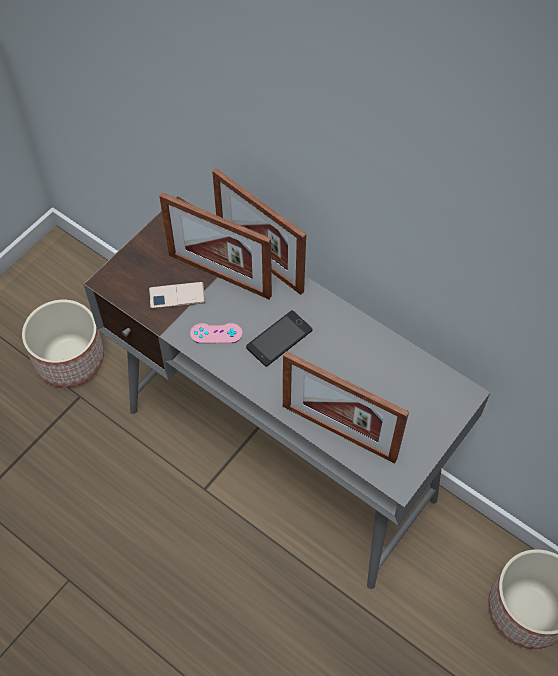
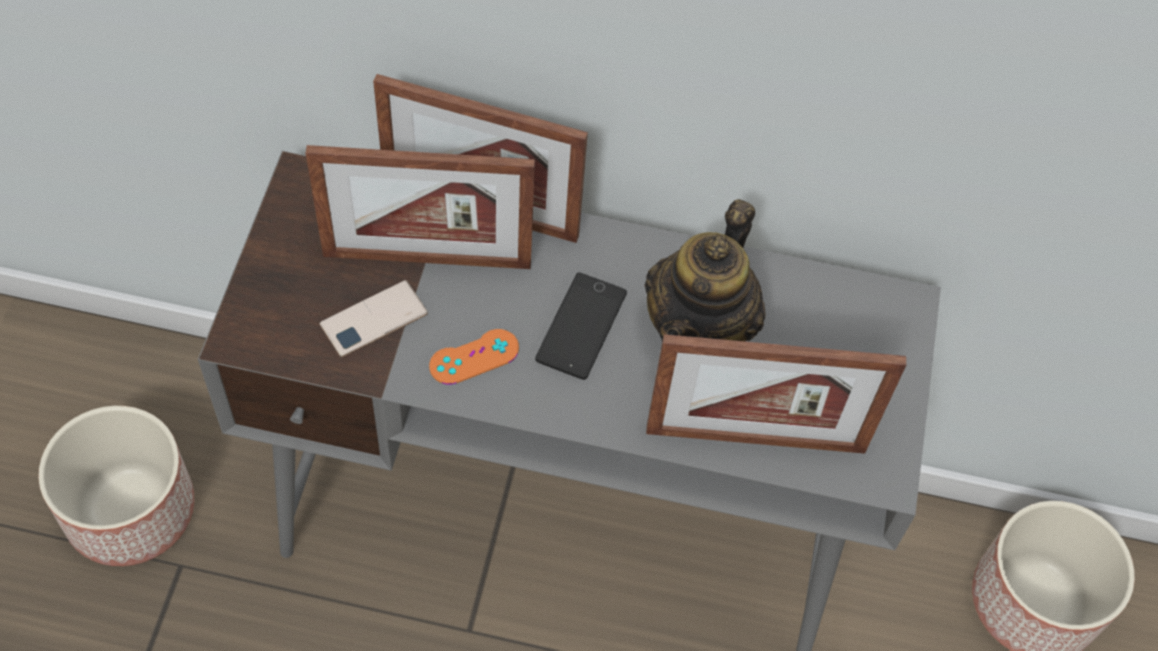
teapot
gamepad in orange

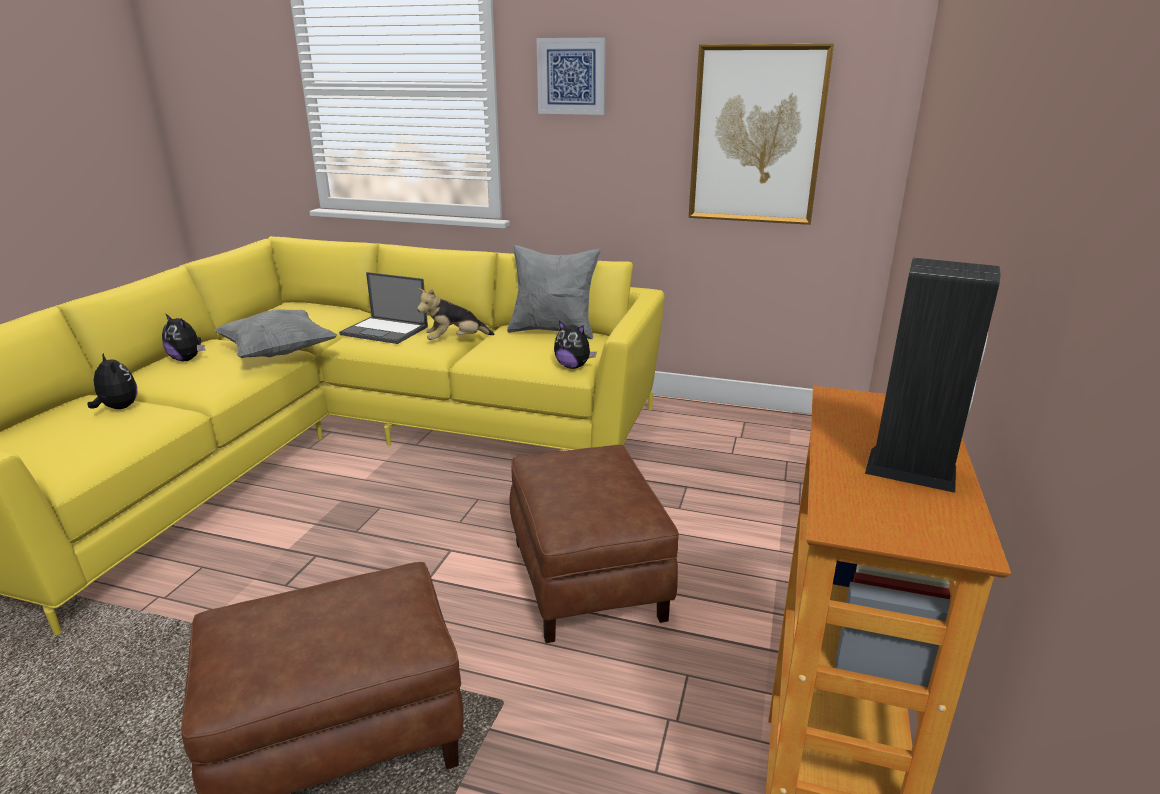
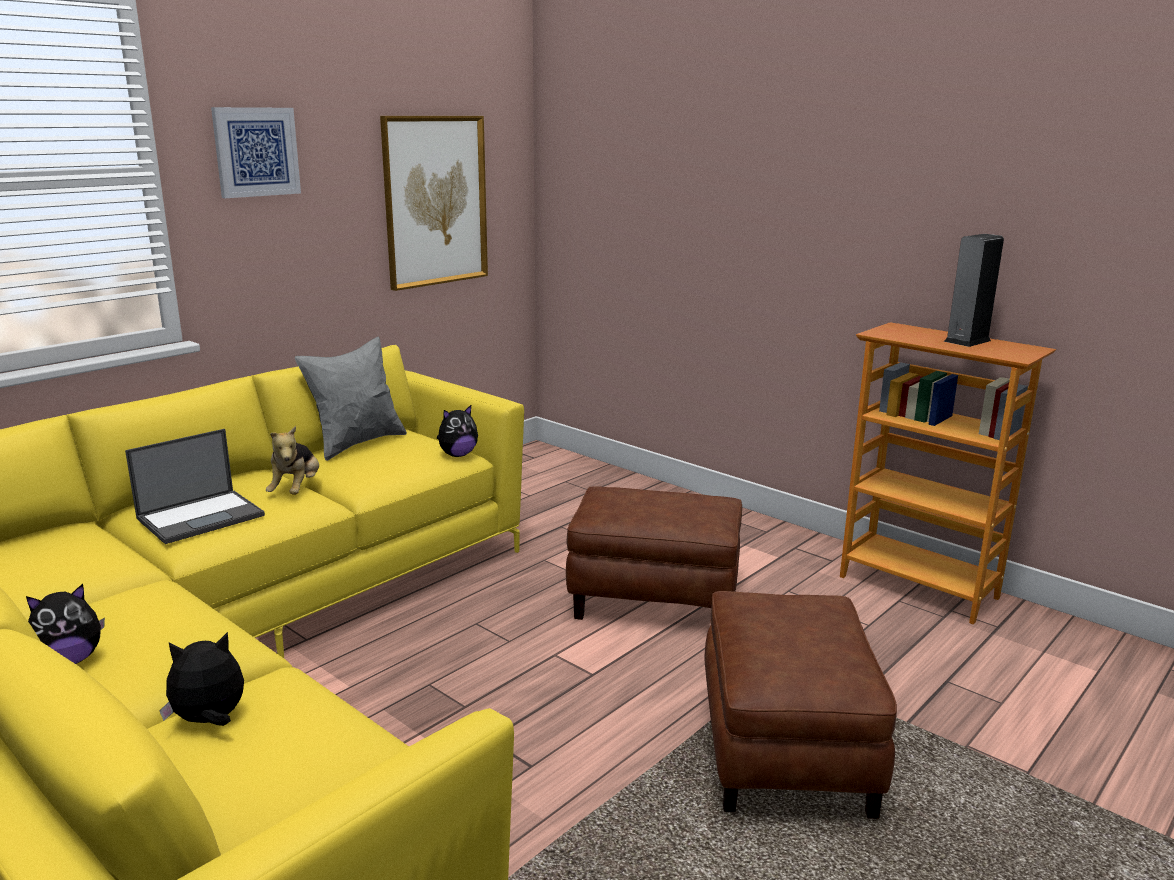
pillow in greyish (no. 1 from left in the first image)

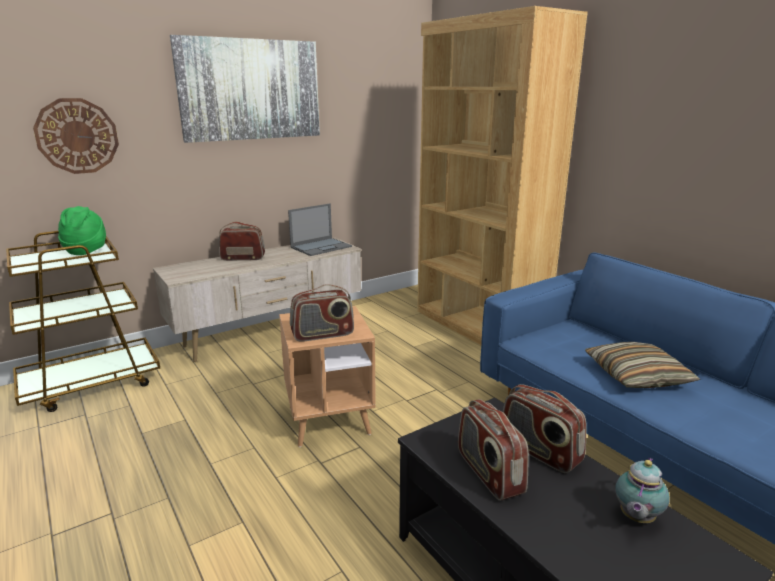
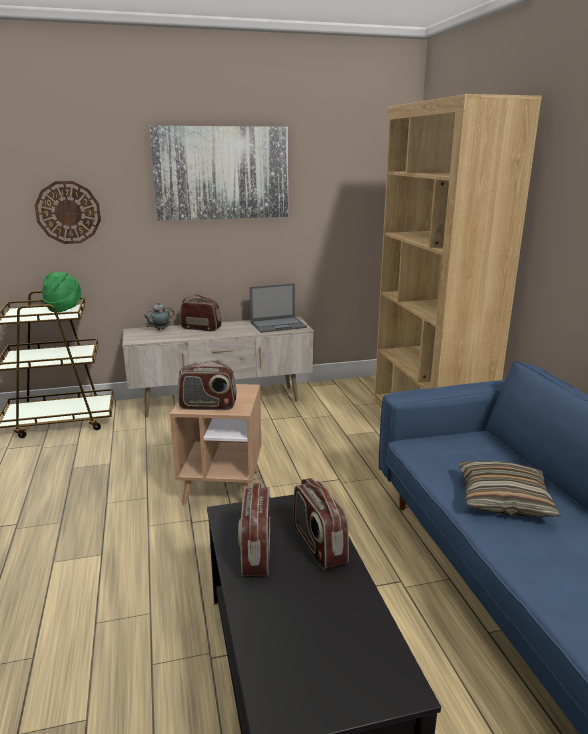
teapot

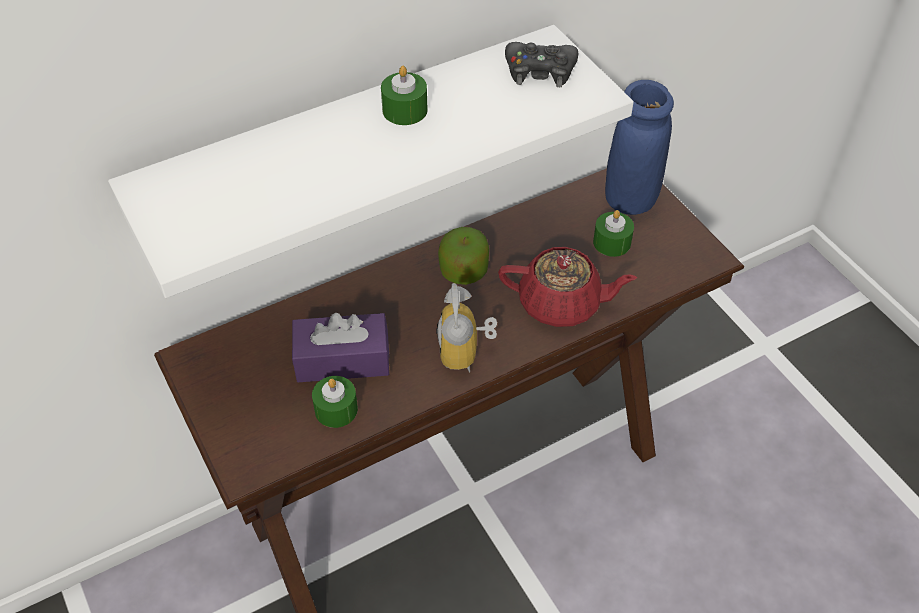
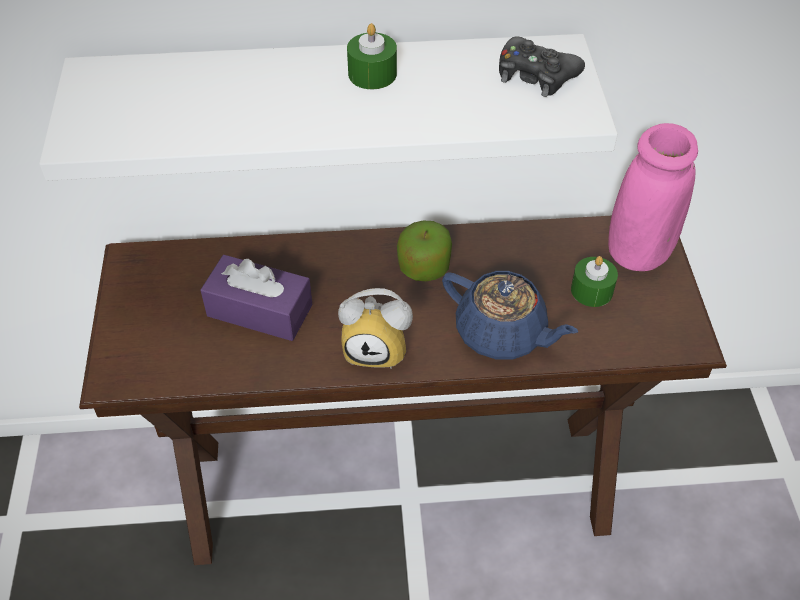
wax candle in greenish (no. 1 from left in the first image)
teapot in blue
vase in pinkish
alarm clock

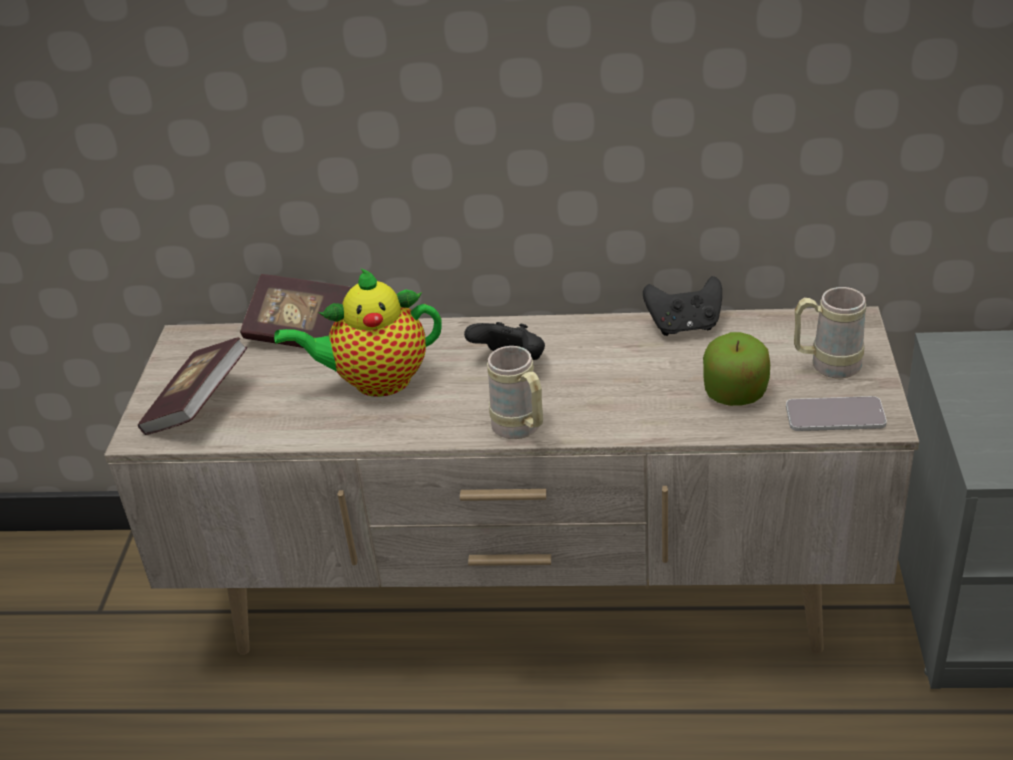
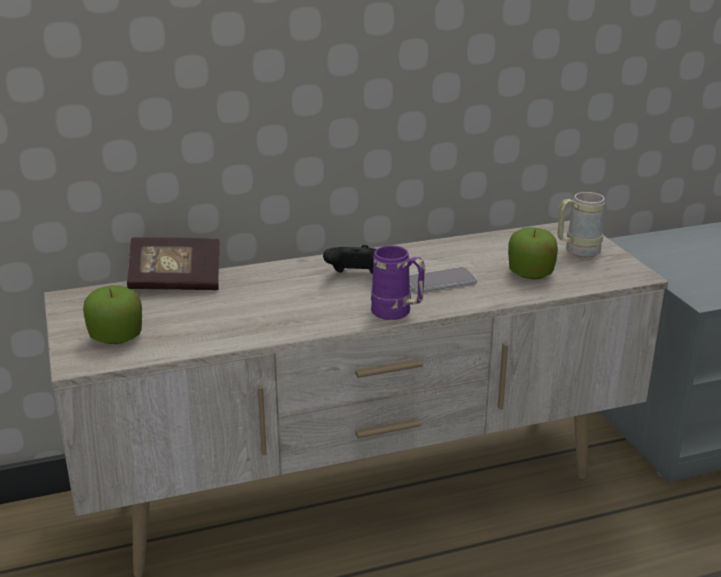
teapot
gamepad in black (no. 2 from left in the first image)
phone
apple (no. 1 from left)
mug in purple-coloured

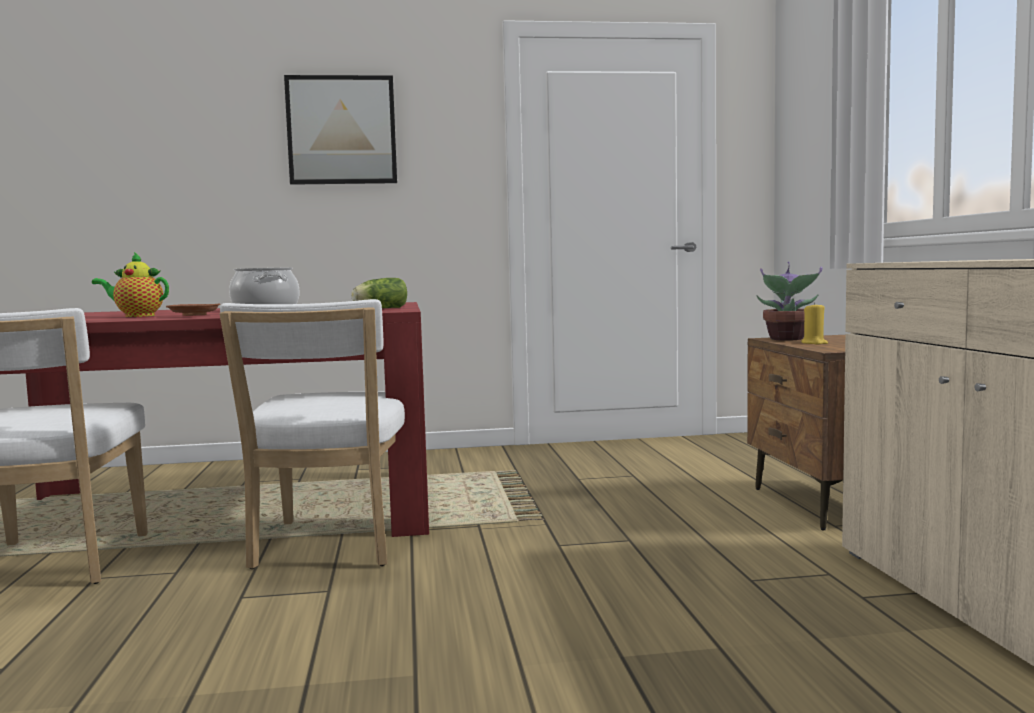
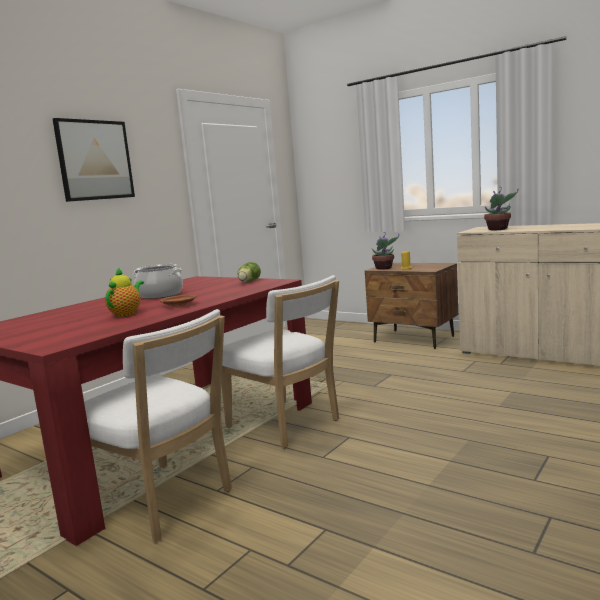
houseplant (no. 2 from left)
teapot

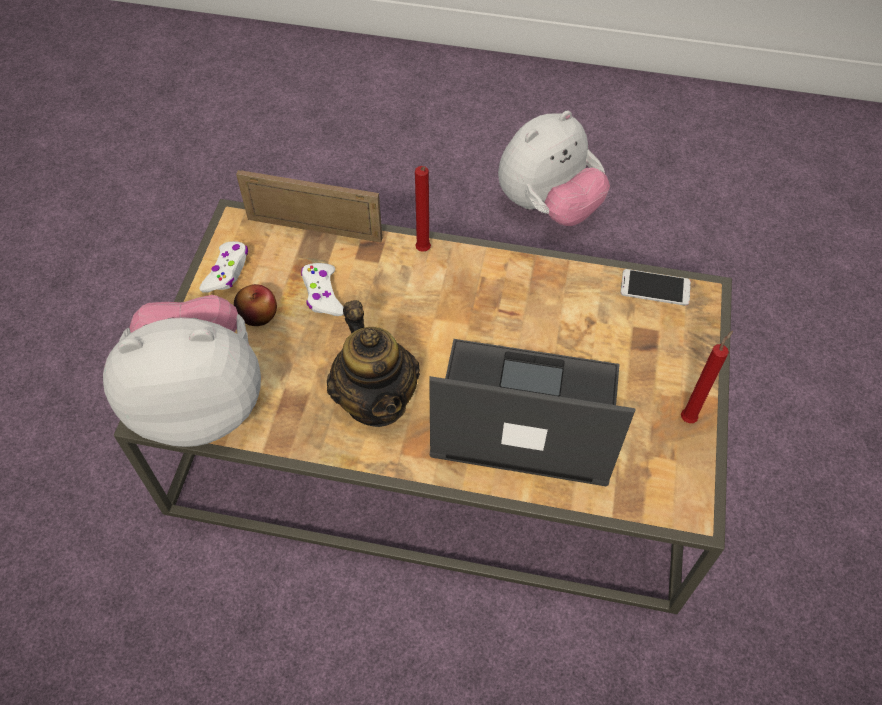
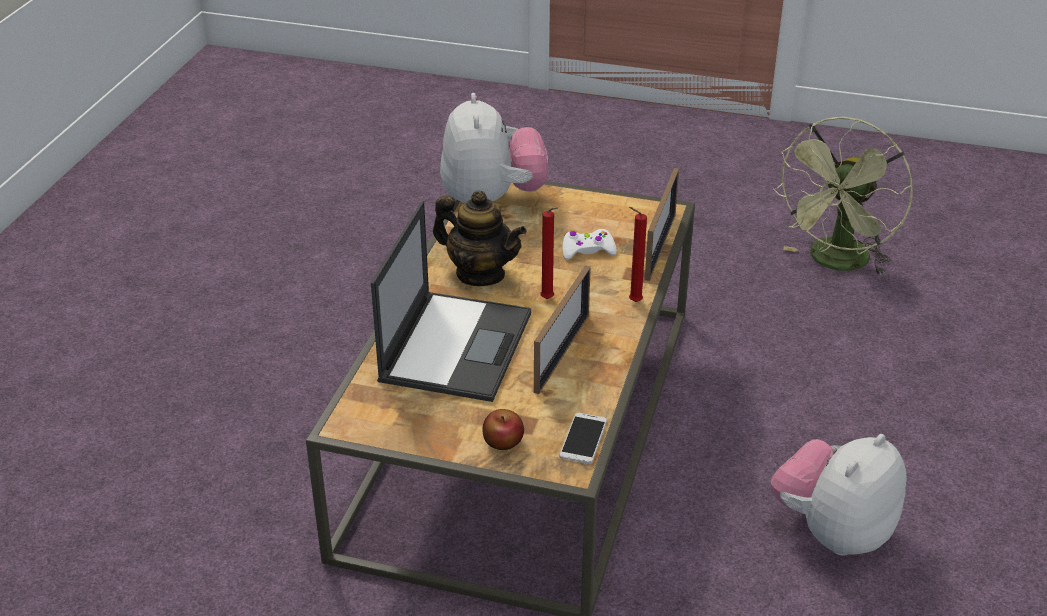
gamepad in white-coloured (no. 1 from left in the first image)
standing frame (no. 1 from left)
cooling fan in greenish
apple
wax candle in red (no. 1 from left)
teapot
plush toy (no. 2 from left)

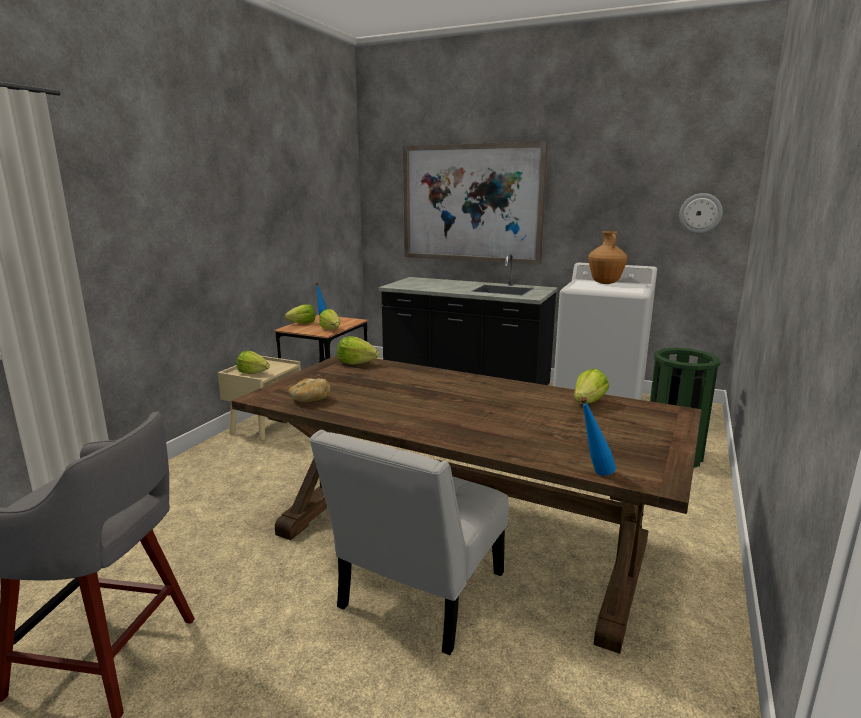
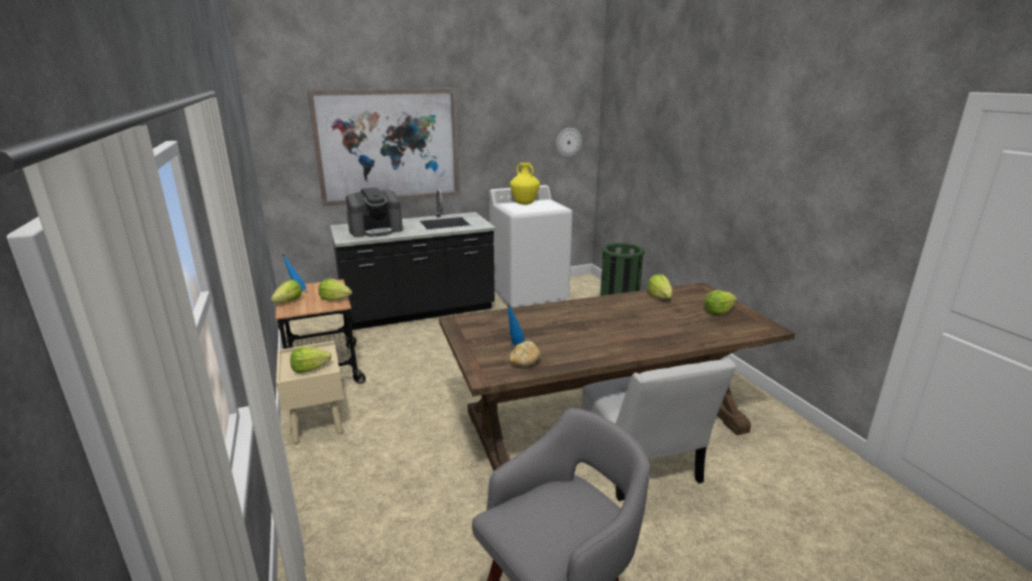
coffee brewer
lettuce head (no. 5 from left)
drink bottle in blue (no. 2 from left)
vase in yellowish

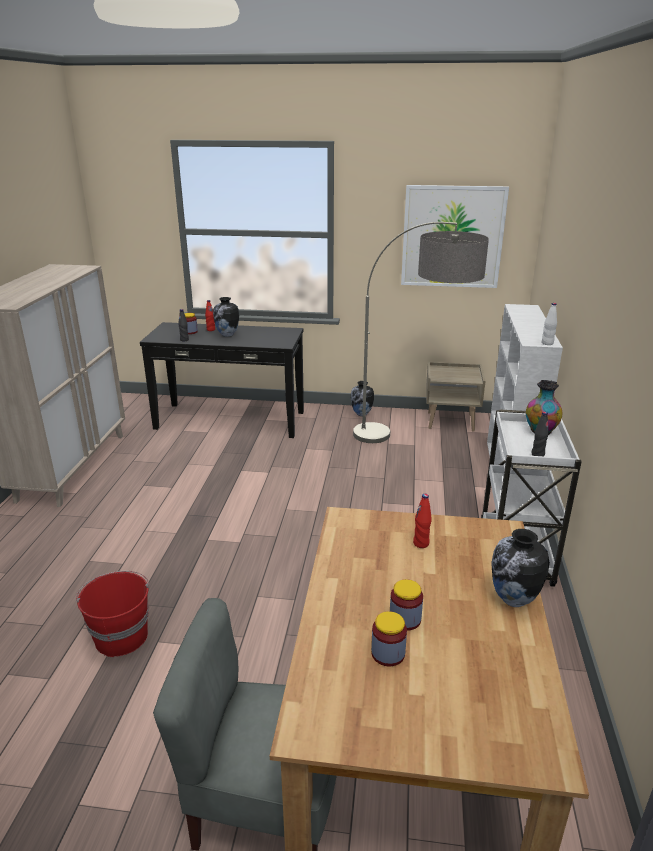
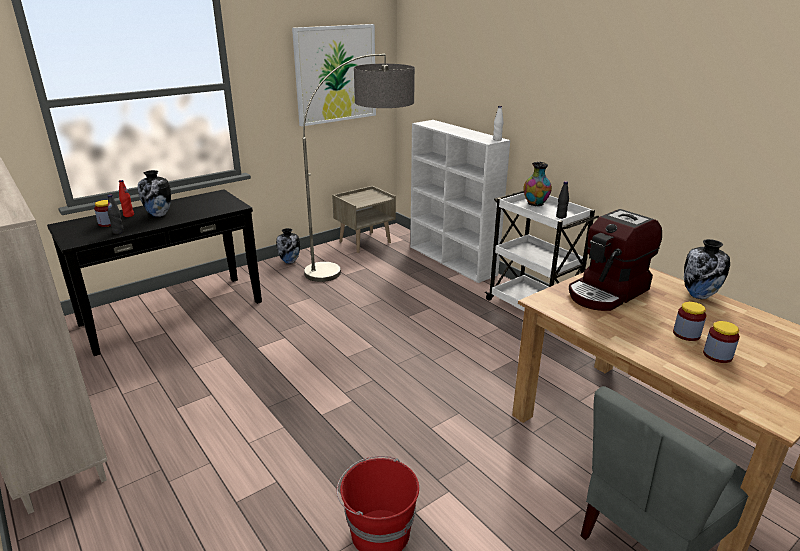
coffee brewer

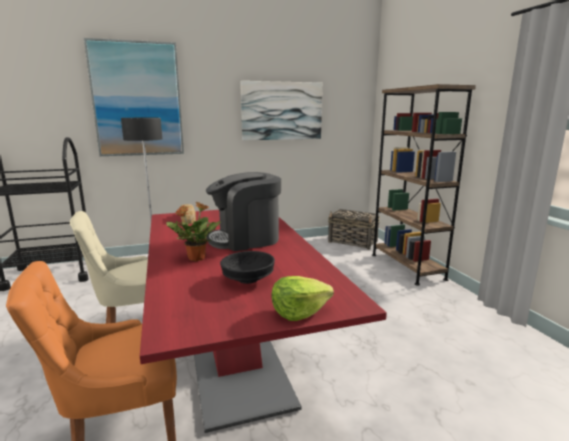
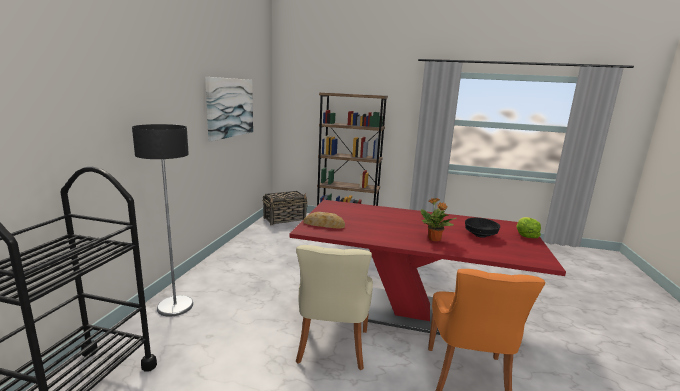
wall art (no. 1 from left in the first image)
coffee brewer

